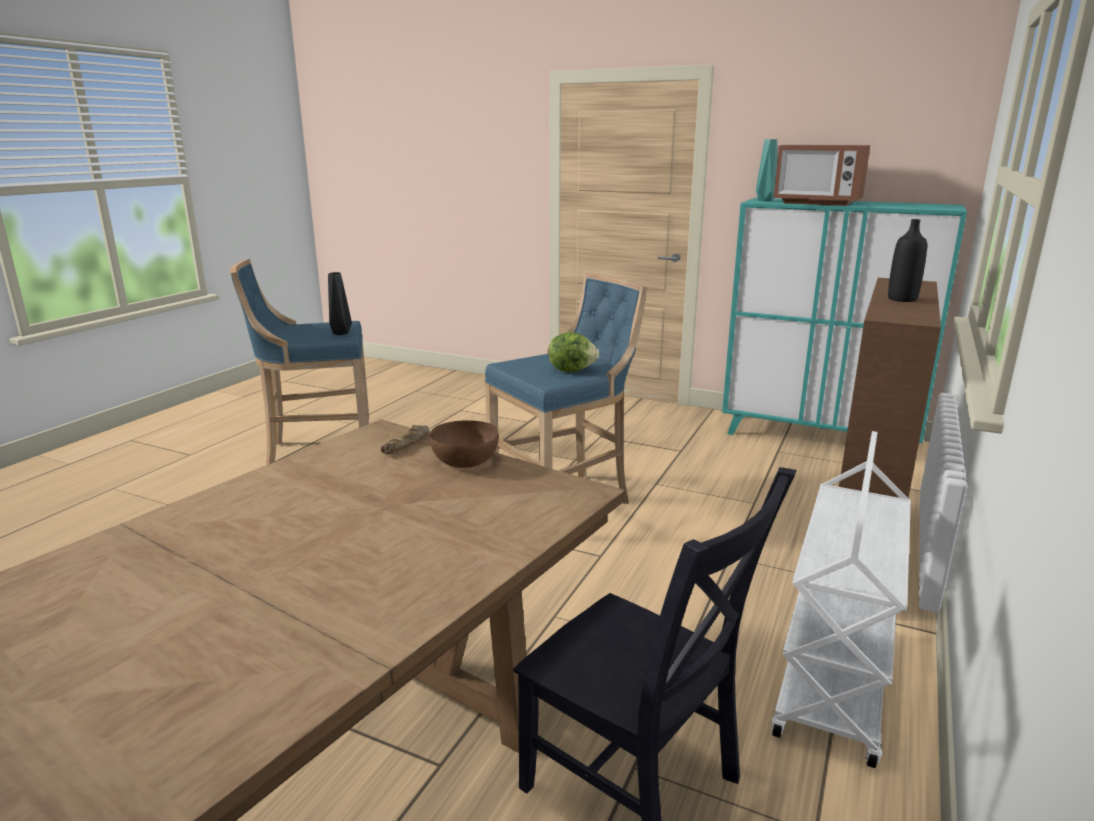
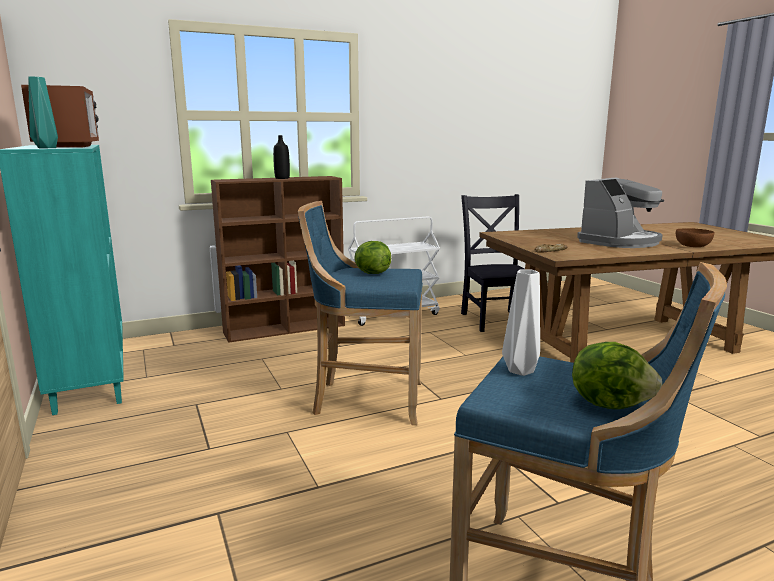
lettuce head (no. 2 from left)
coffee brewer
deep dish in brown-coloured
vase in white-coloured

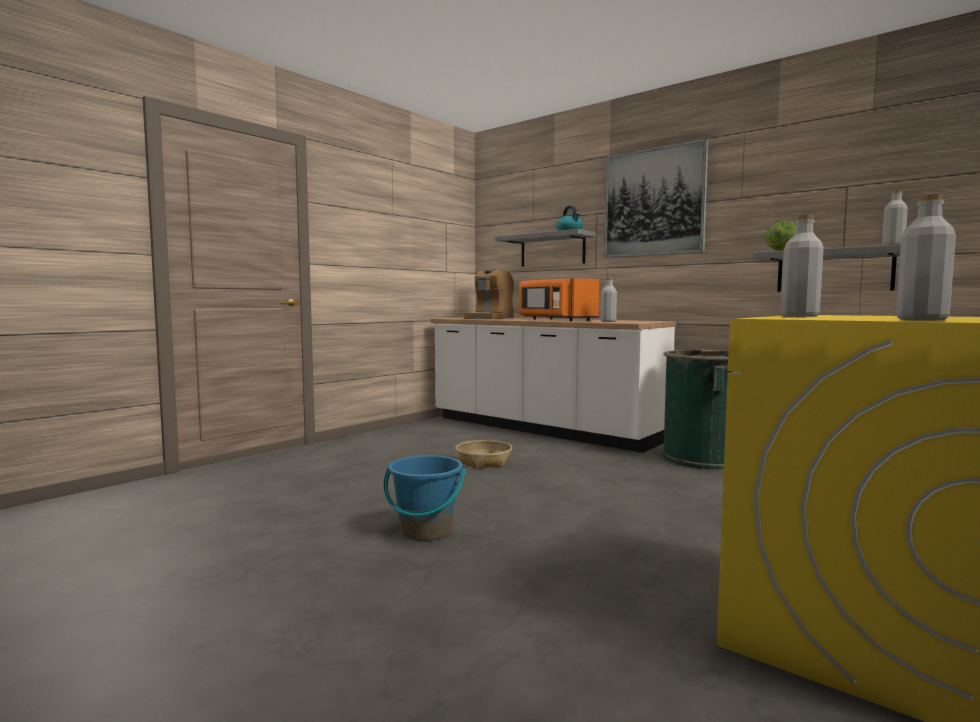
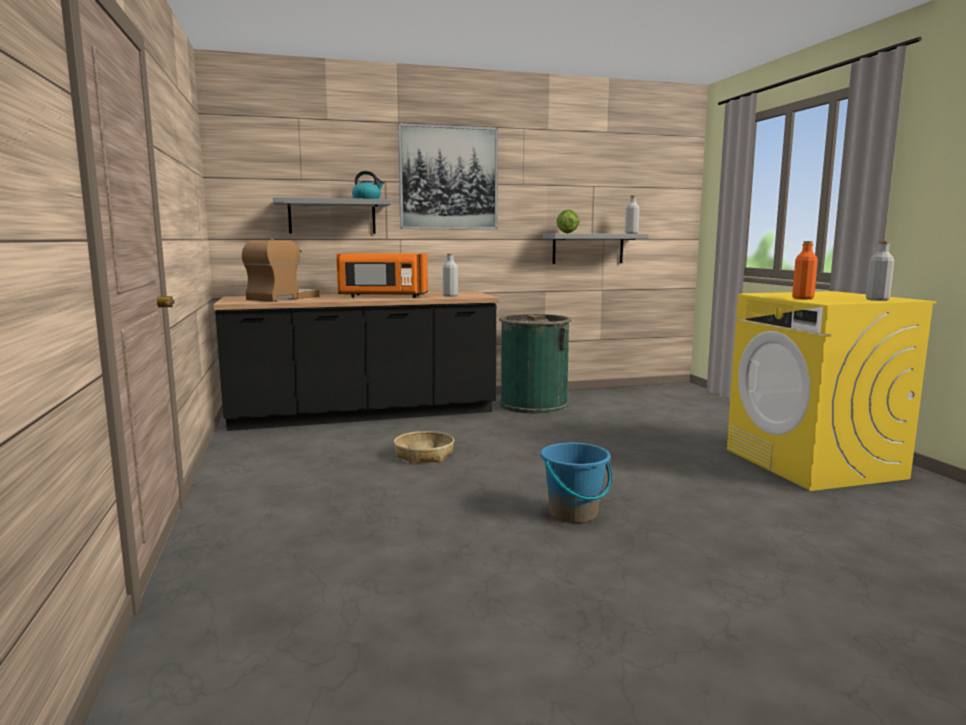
counter in black
drink bottle in orange
coffee brewer

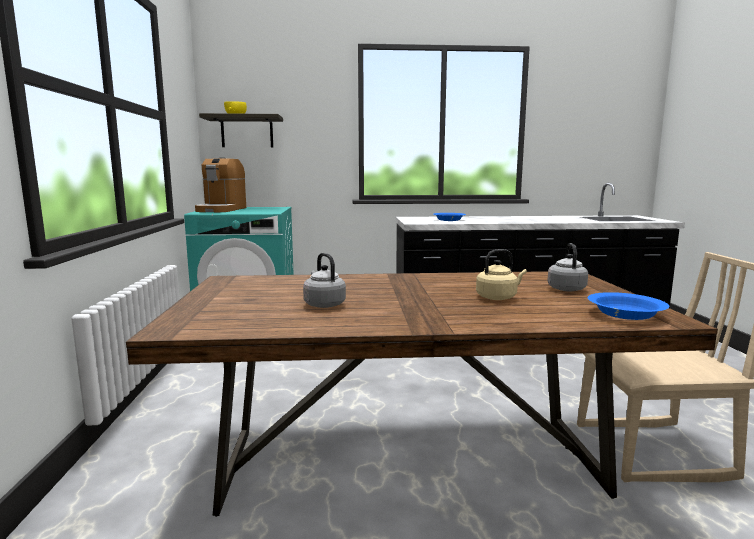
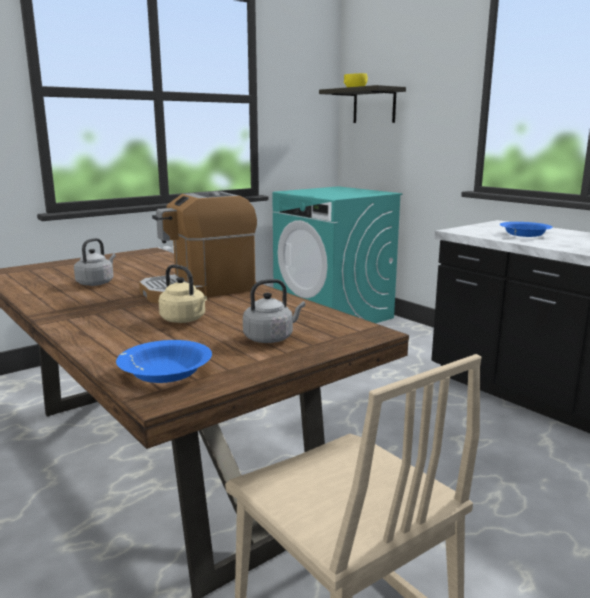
coffee brewer

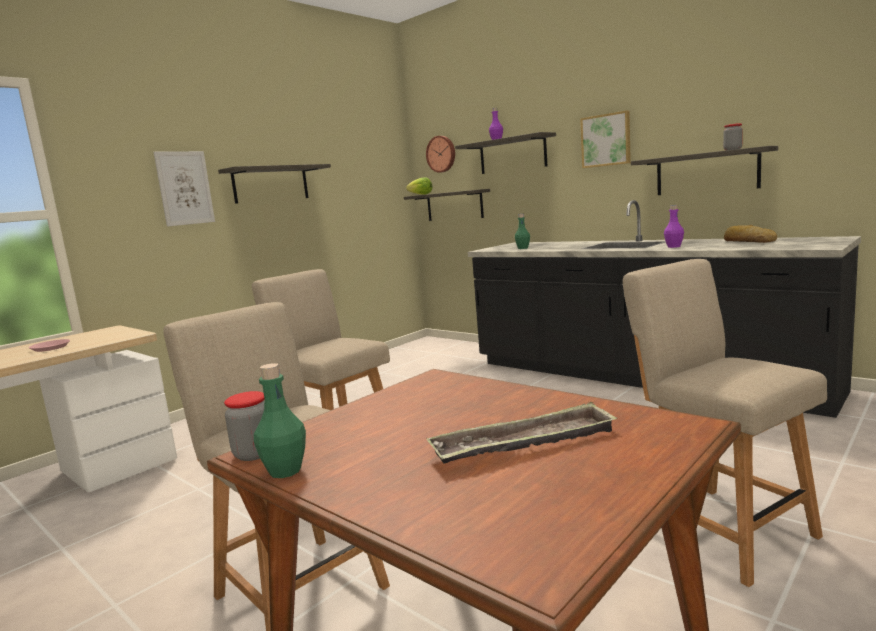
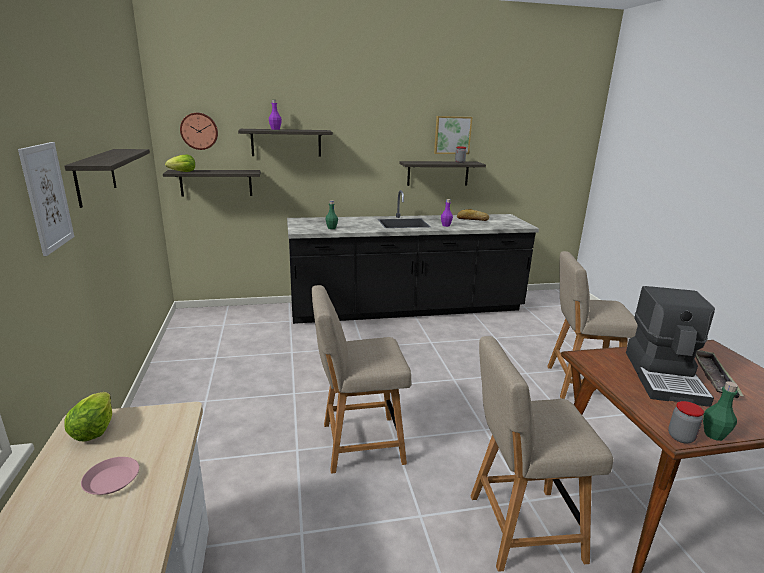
lettuce head (no. 1 from left)
coffee brewer
wall art (no. 2 from left)

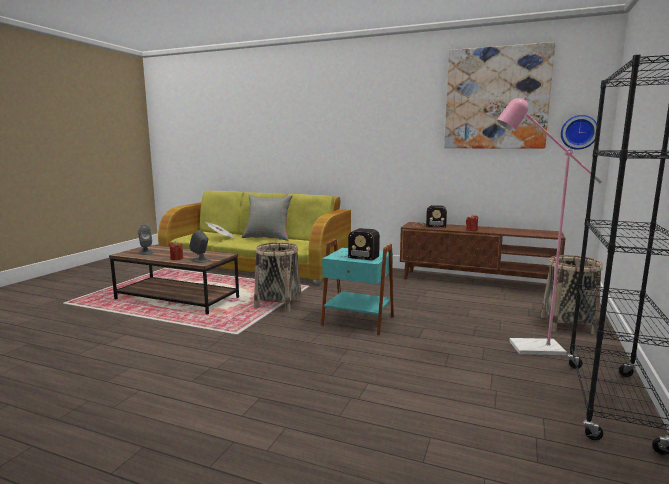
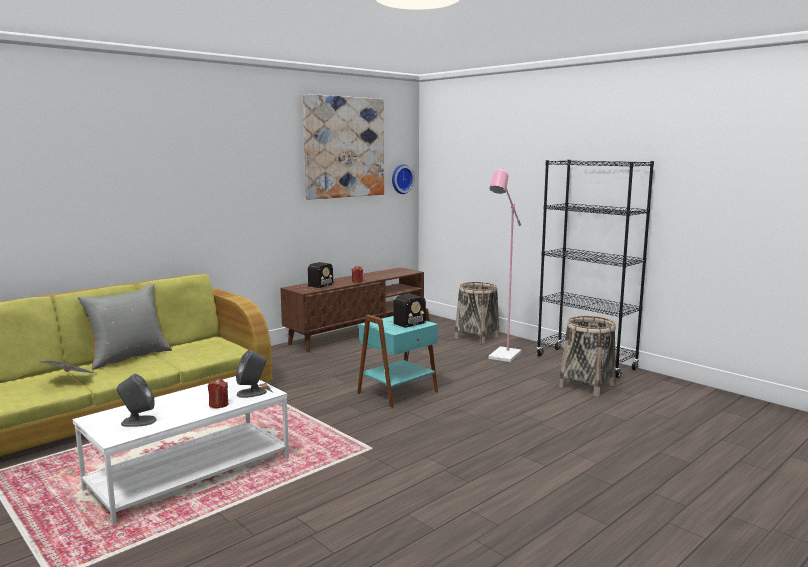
basket (no. 2 from left)
lounge table in white-coloured

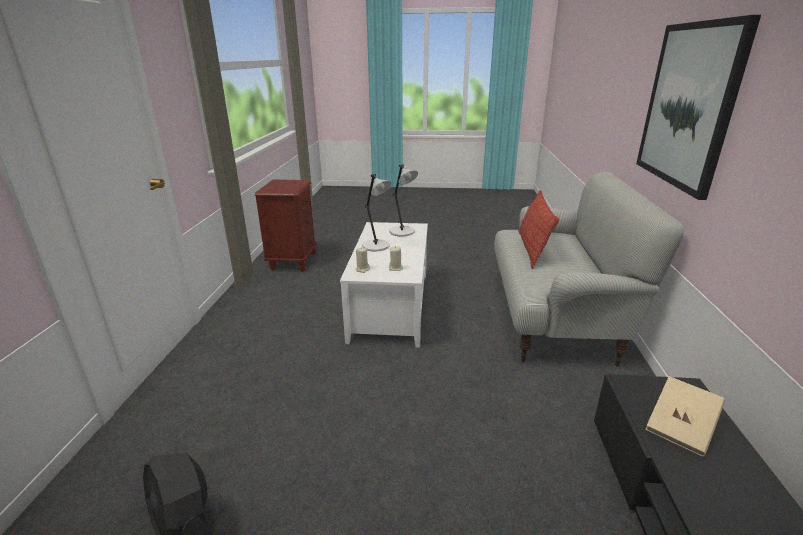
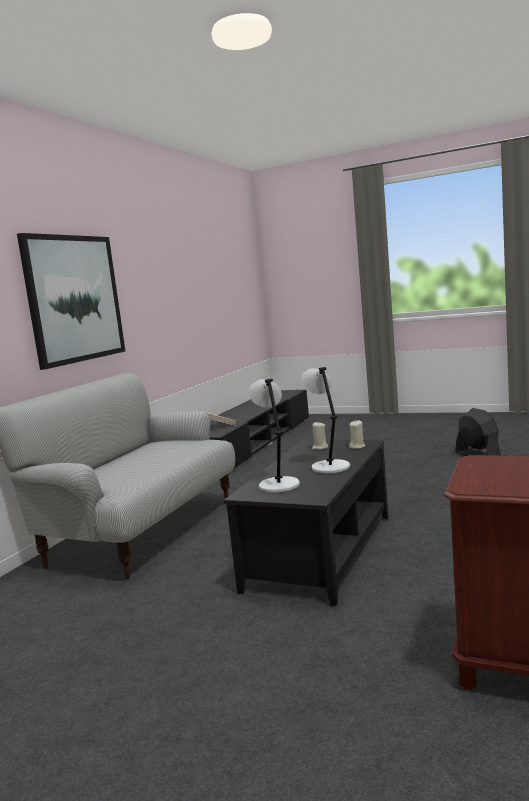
pillow
lounge table in black

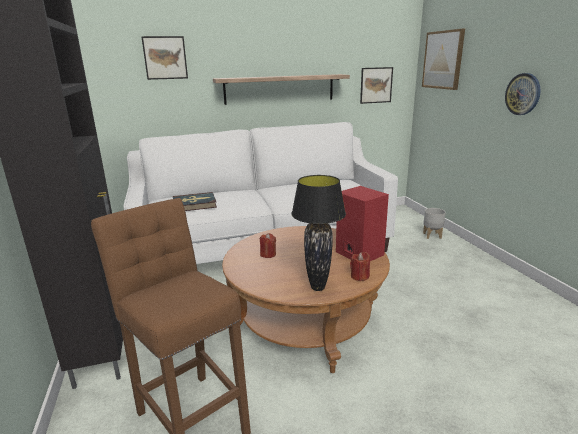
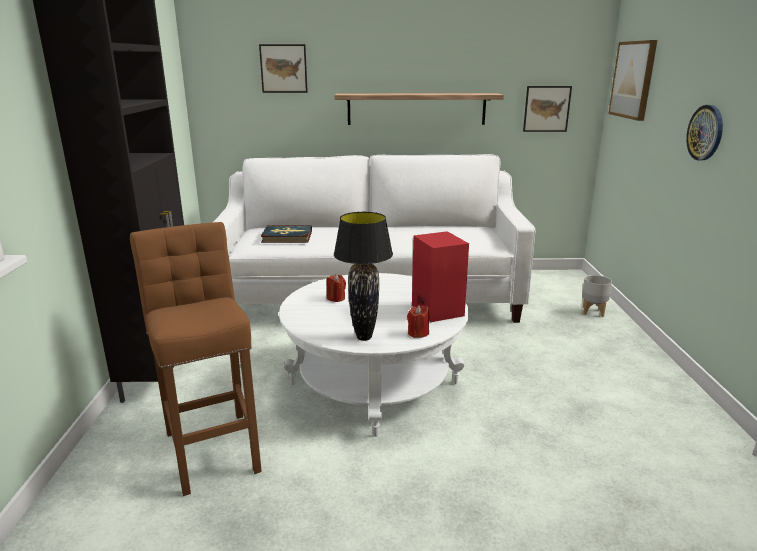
lounge table in white-coloured

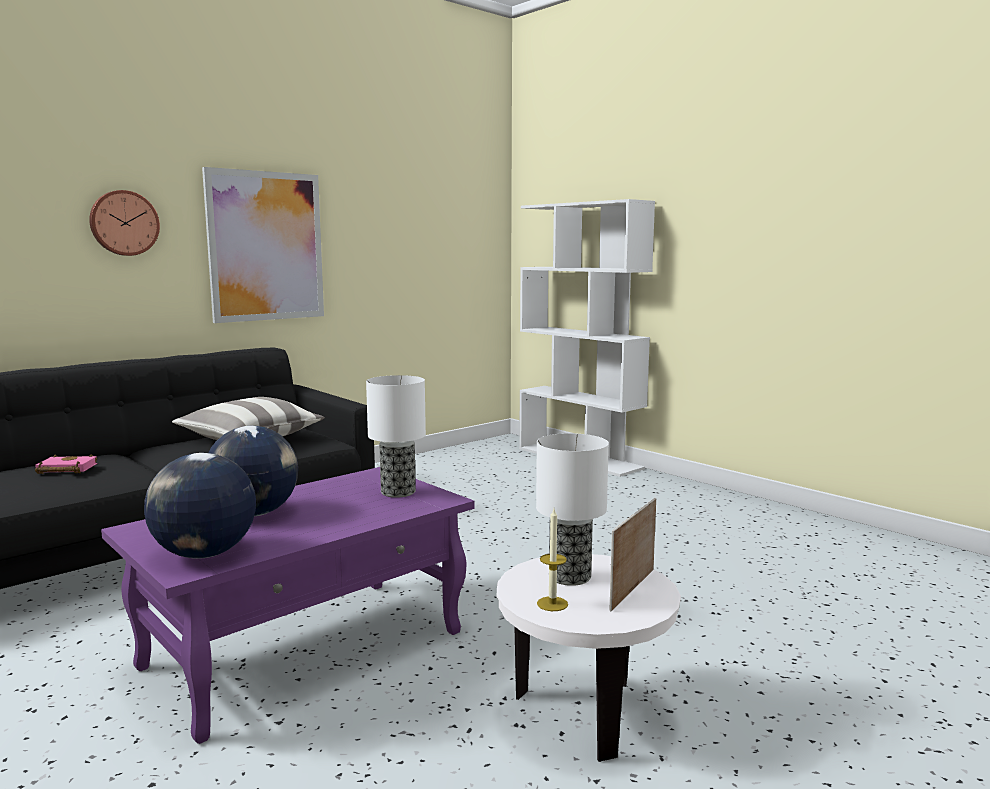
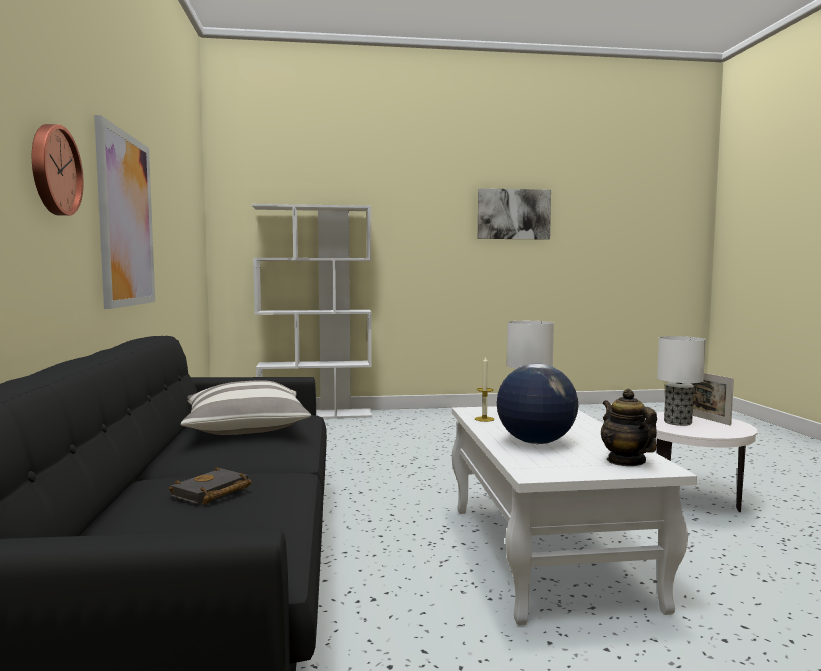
wall art (no. 2 from left)
wax candle
teapot
volume in black
lounge table in white-coloured

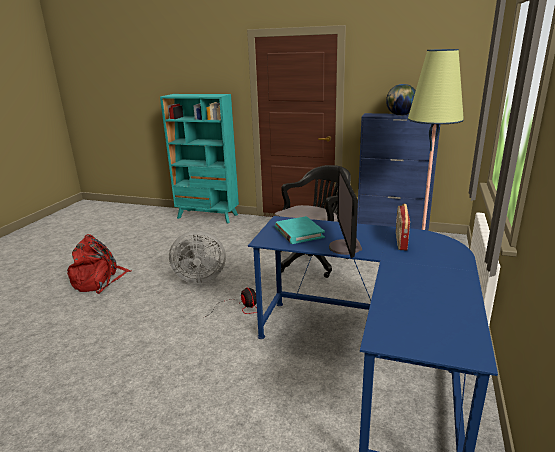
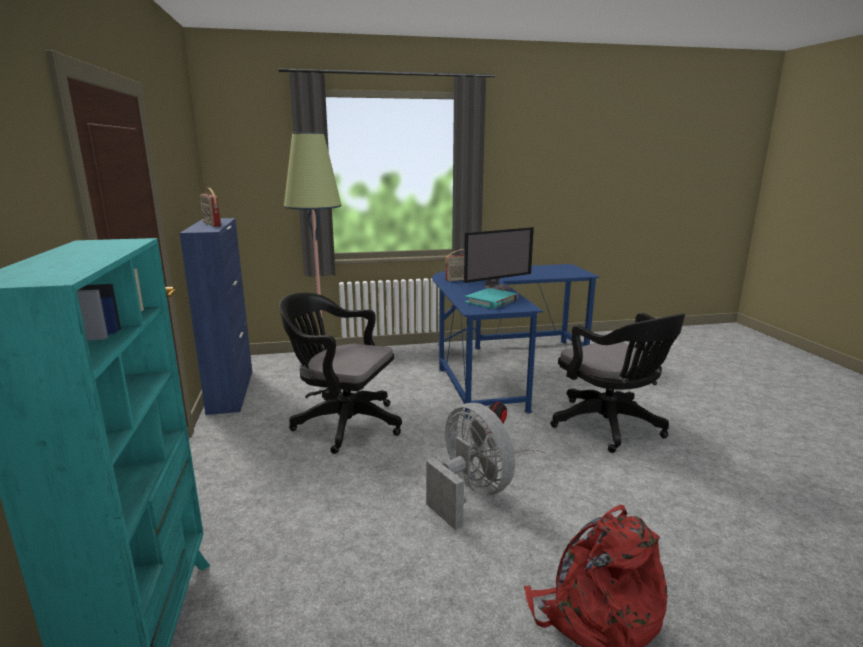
desk chair in black (no. 2 from left)
radio (no. 1 from left)

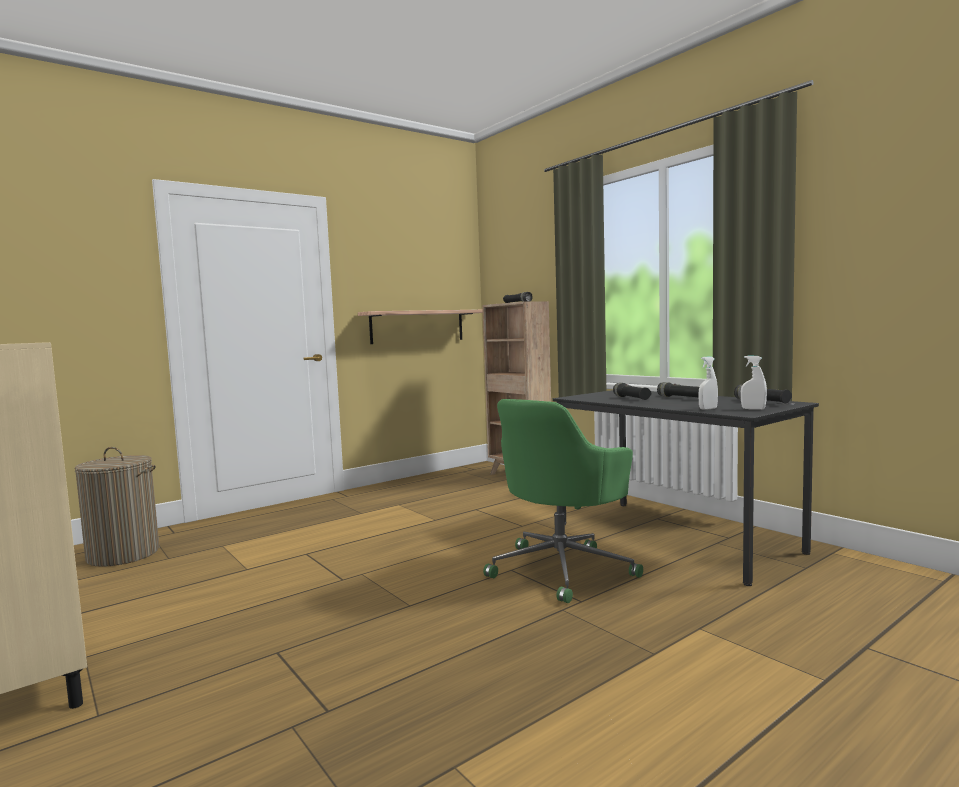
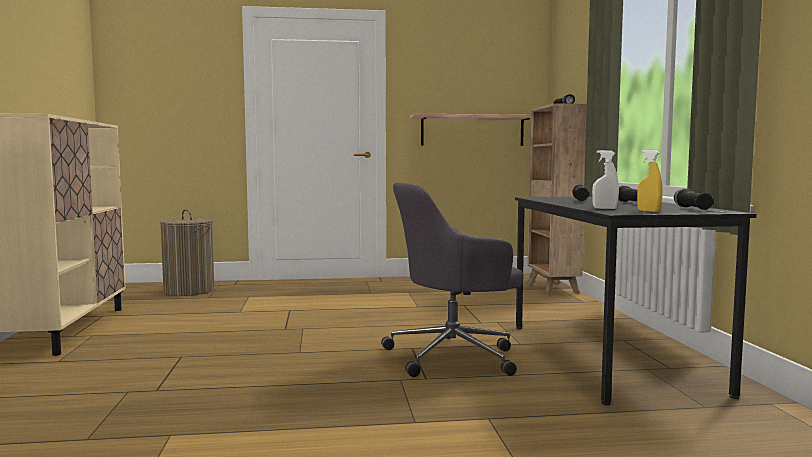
desk chair in greyish
hand sprayer in yellowish

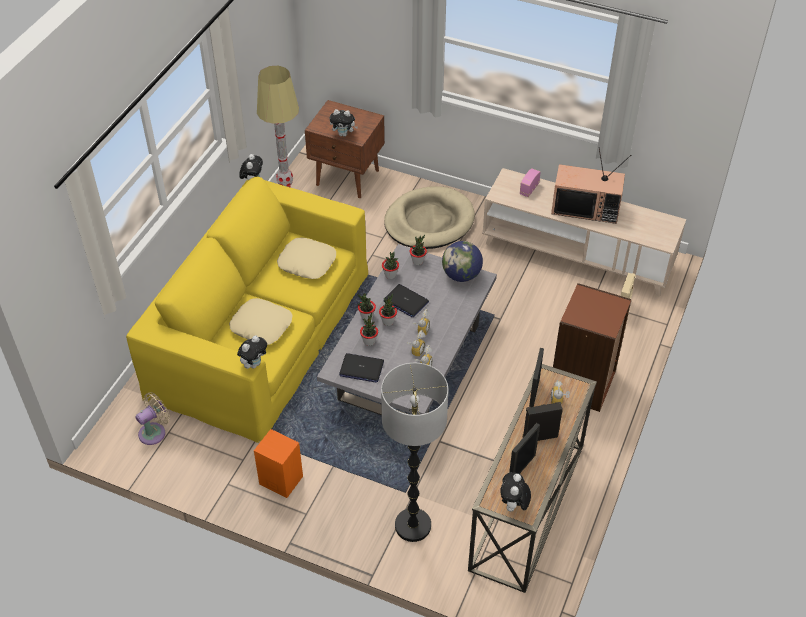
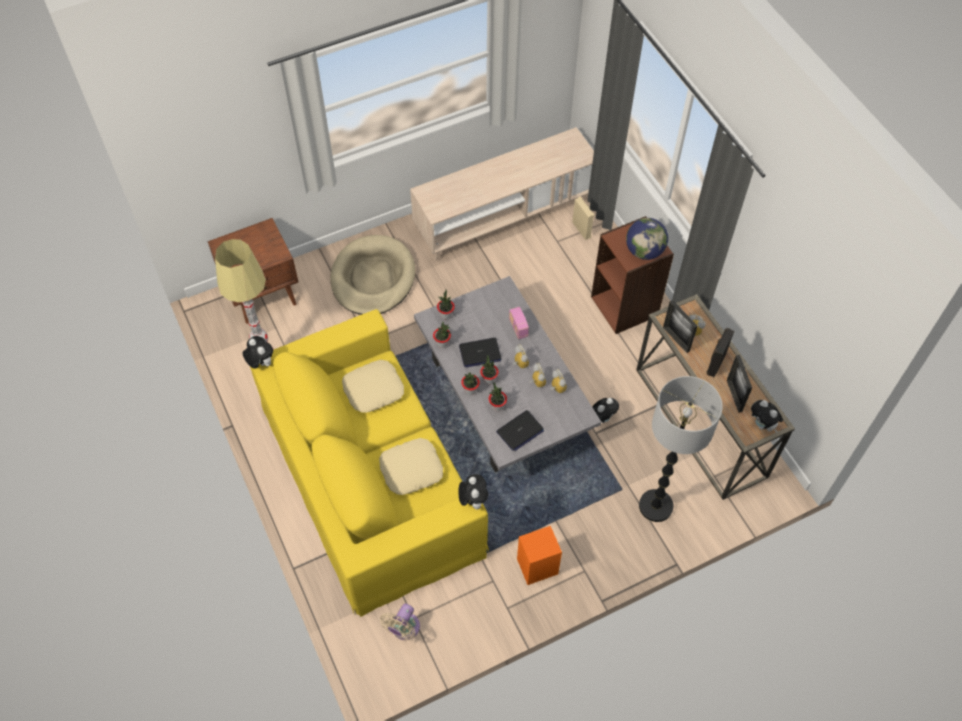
television
plush toy (no. 3 from left)
globe
radio
cooling fan in sand-coloured

